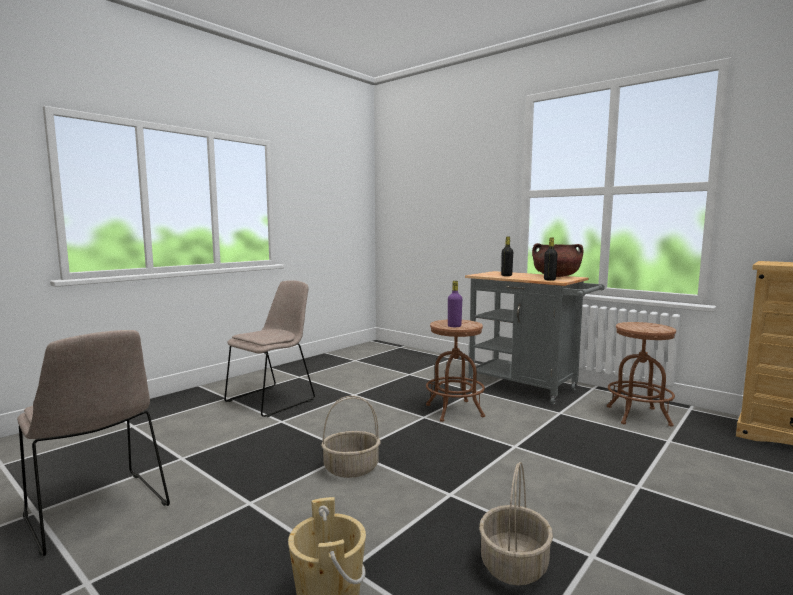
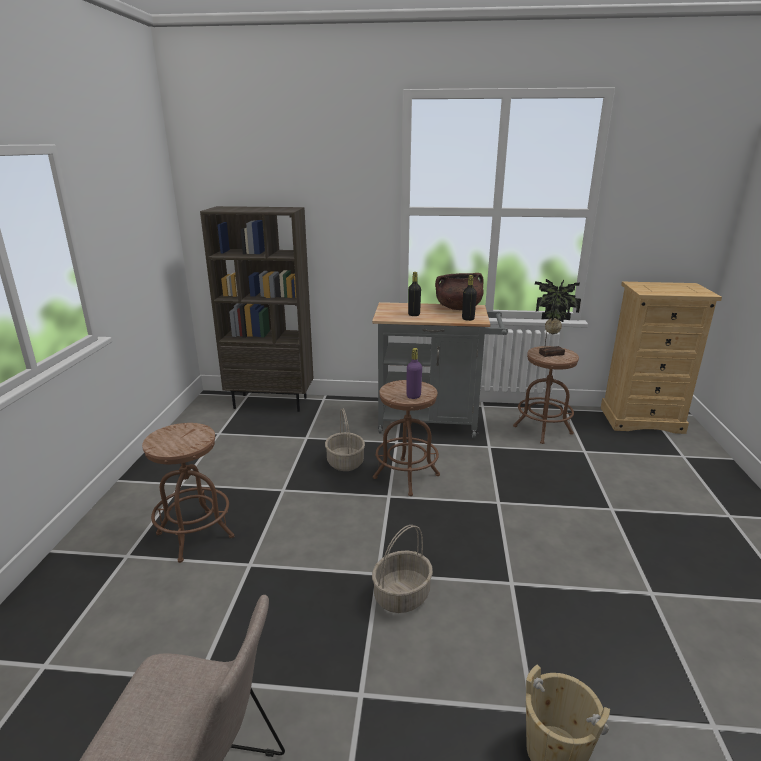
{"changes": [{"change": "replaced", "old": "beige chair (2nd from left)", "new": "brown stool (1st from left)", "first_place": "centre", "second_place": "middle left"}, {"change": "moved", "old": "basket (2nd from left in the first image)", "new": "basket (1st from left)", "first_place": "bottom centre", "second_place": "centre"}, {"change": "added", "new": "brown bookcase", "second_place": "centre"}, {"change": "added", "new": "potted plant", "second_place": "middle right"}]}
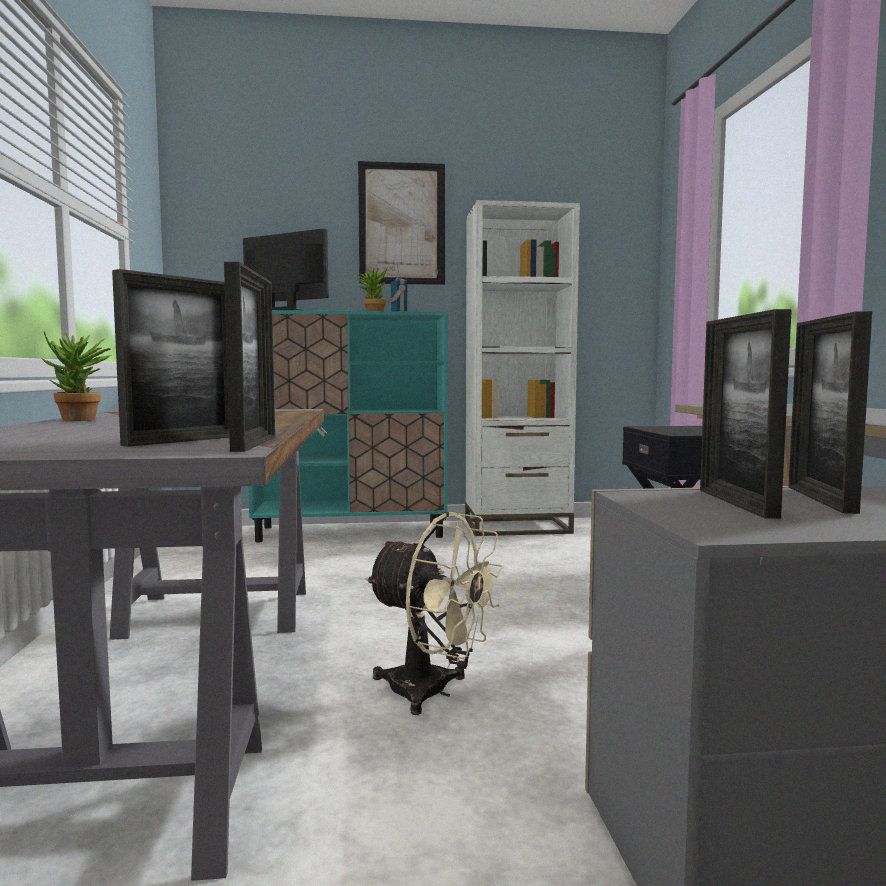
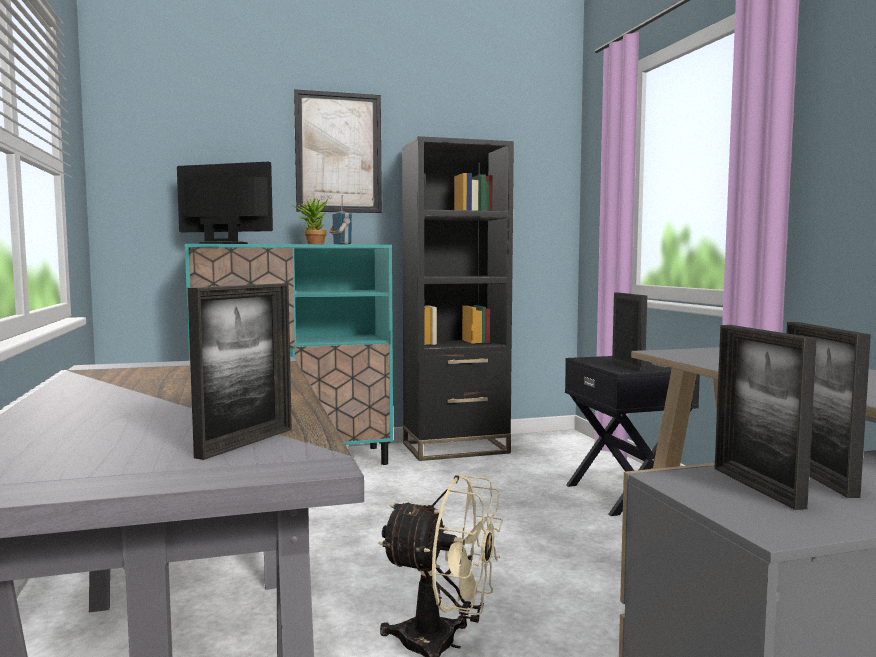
{"changes": [{"change": "recoloured", "old": "white bookcase", "new": "black bookcase", "first_place": "centre", "second_place": "centre"}, {"change": "moved", "old": "picture frame (2nd from left)", "first_place": "middle left", "second_place": "middle right"}, {"change": "removed", "old": "potted plant (1st from left)", "first_place": "middle left"}]}
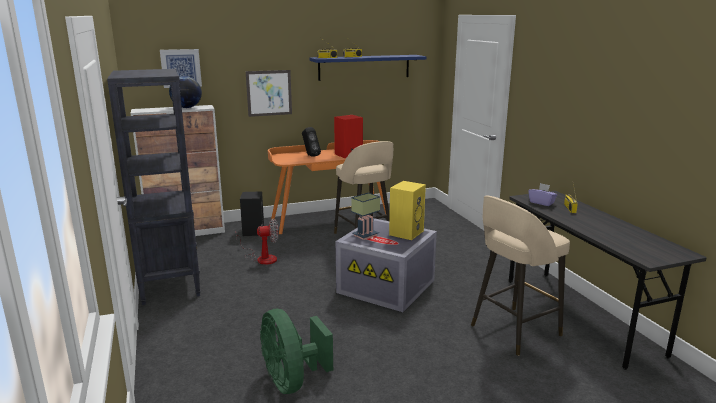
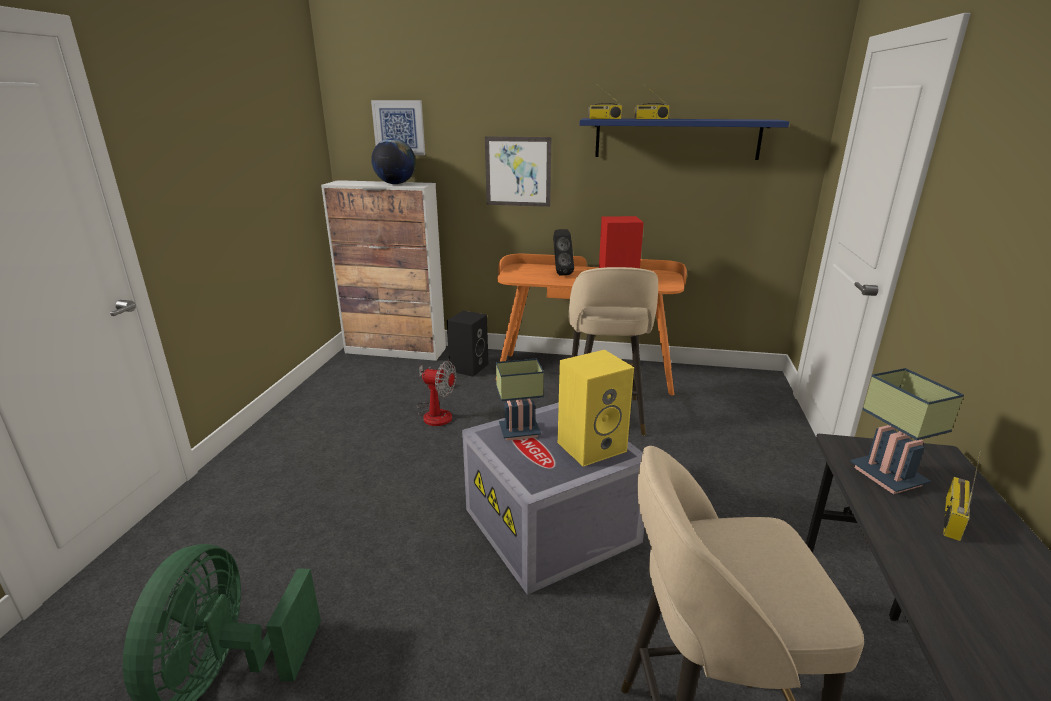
{"changes": [{"change": "removed", "old": "black bookcase", "first_place": "middle left"}, {"change": "replaced", "old": "purple tissue box", "new": "table lamp (2nd from left)", "first_place": "middle right", "second_place": "middle right"}]}
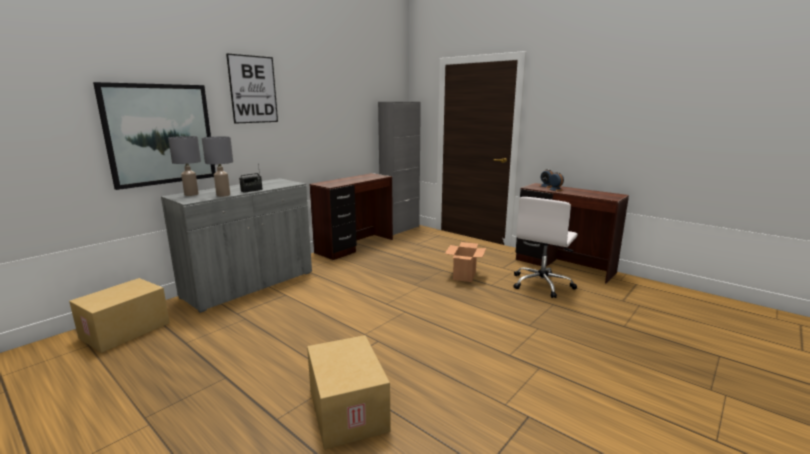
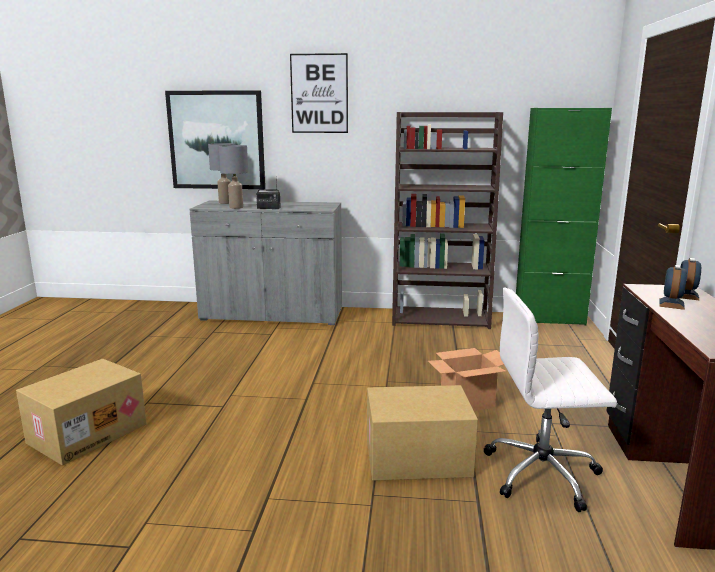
{"changes": [{"change": "recoloured", "old": "grey cabinet (2nd from left)", "new": "green cabinet", "first_place": "centre", "second_place": "middle right"}, {"change": "replaced", "old": "brown desk (1st from left)", "new": "brown bookcase", "first_place": "centre", "second_place": "centre"}, {"change": "moved", "old": "cardboard box (1st from left in the first image)", "new": "cardboard box (2nd from left)", "first_place": "bottom left", "second_place": "bottom centre"}]}
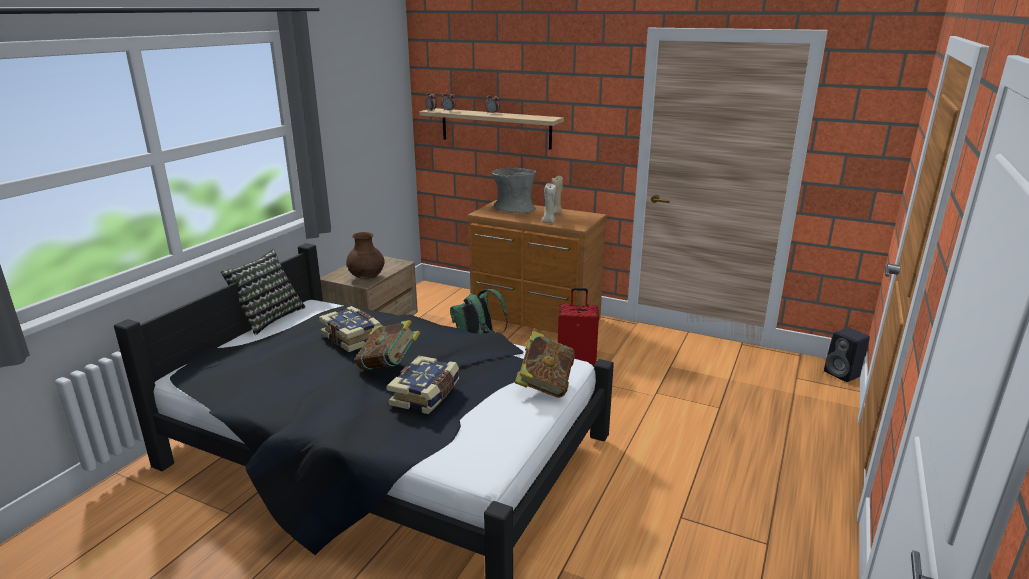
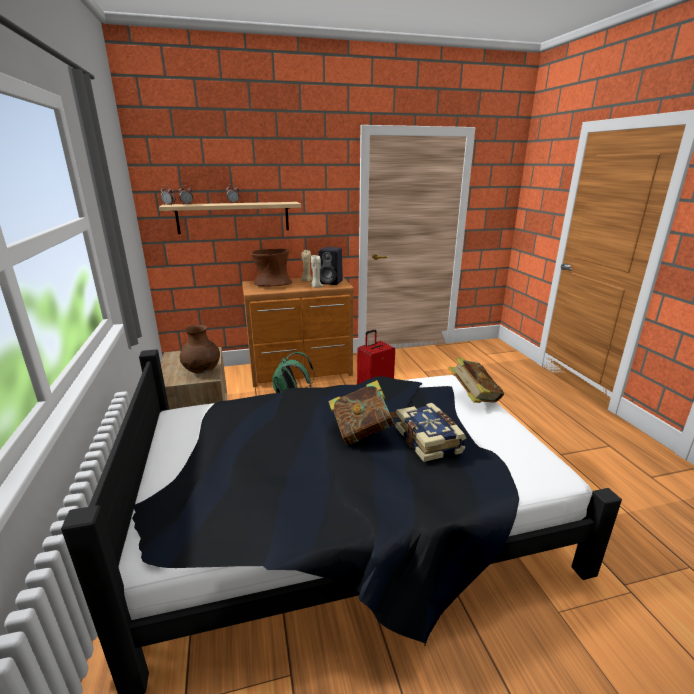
{"changes": [{"change": "recoloured", "old": "grey vase", "new": "brown vase (2nd from left)", "first_place": "top centre", "second_place": "centre"}, {"change": "removed", "old": "pillow", "first_place": "middle left"}, {"change": "removed", "old": "book (1st from left)", "first_place": "centre"}, {"change": "moved", "old": "black speaker", "first_place": "middle right", "second_place": "centre"}]}
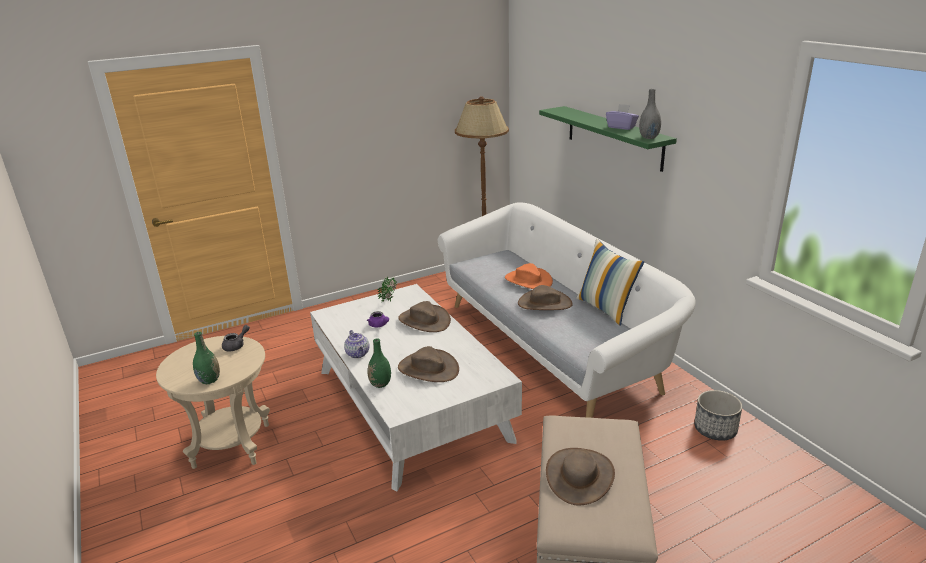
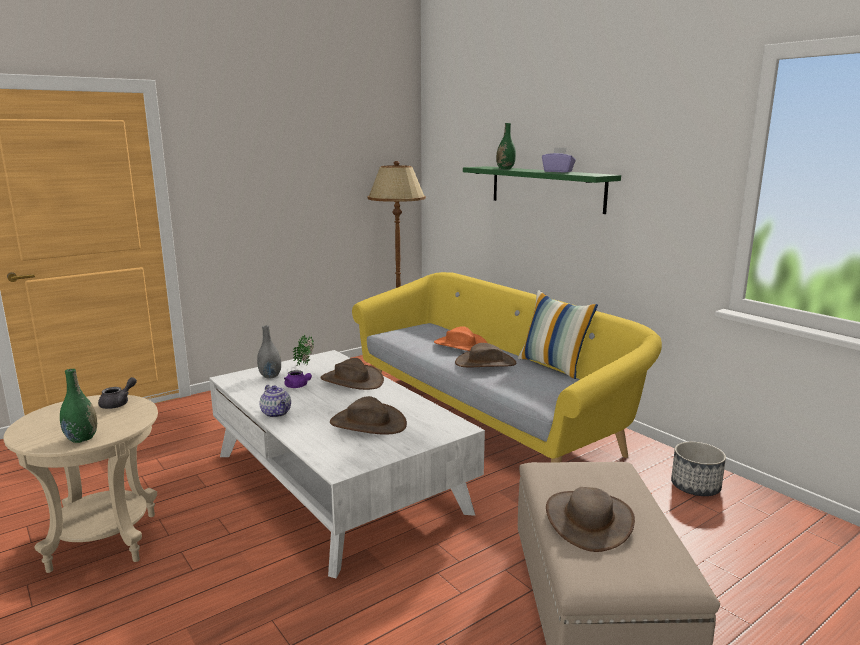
{"changes": [{"change": "moved", "old": "grey vase", "first_place": "top right", "second_place": "middle left"}, {"change": "recoloured", "old": "white sofa", "new": "yellow sofa", "first_place": "centre", "second_place": "centre"}, {"change": "moved", "old": "green vase (2nd from left)", "first_place": "centre", "second_place": "top centre"}]}
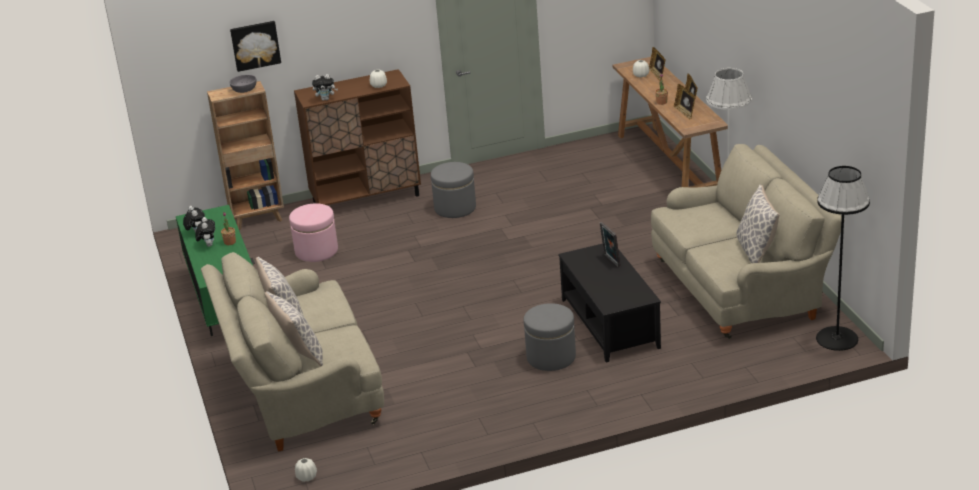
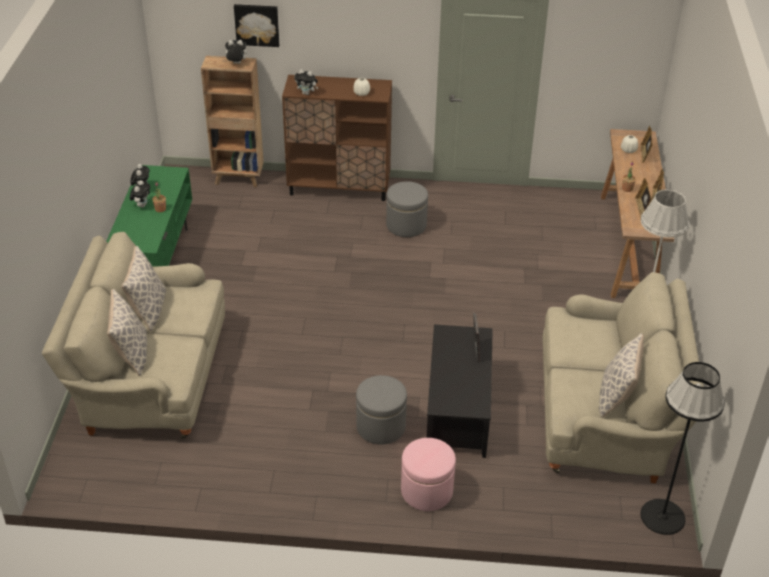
{"changes": [{"change": "replaced", "old": "grey bowl", "new": "plush toy (3rd from left)", "first_place": "top left", "second_place": "top left"}, {"change": "moved", "old": "pink ottoman", "first_place": "middle left", "second_place": "bottom centre"}, {"change": "removed", "old": "white vase (1st from left)", "first_place": "bottom left"}]}
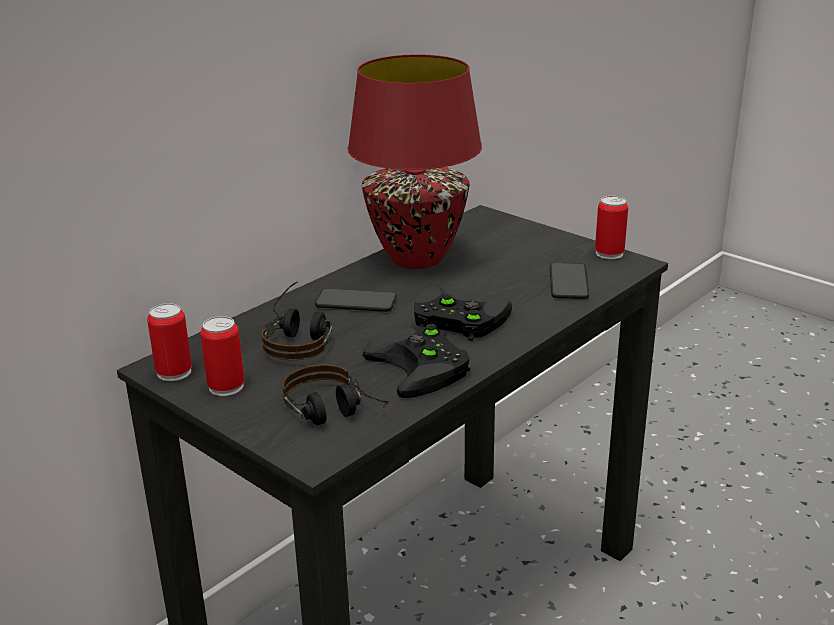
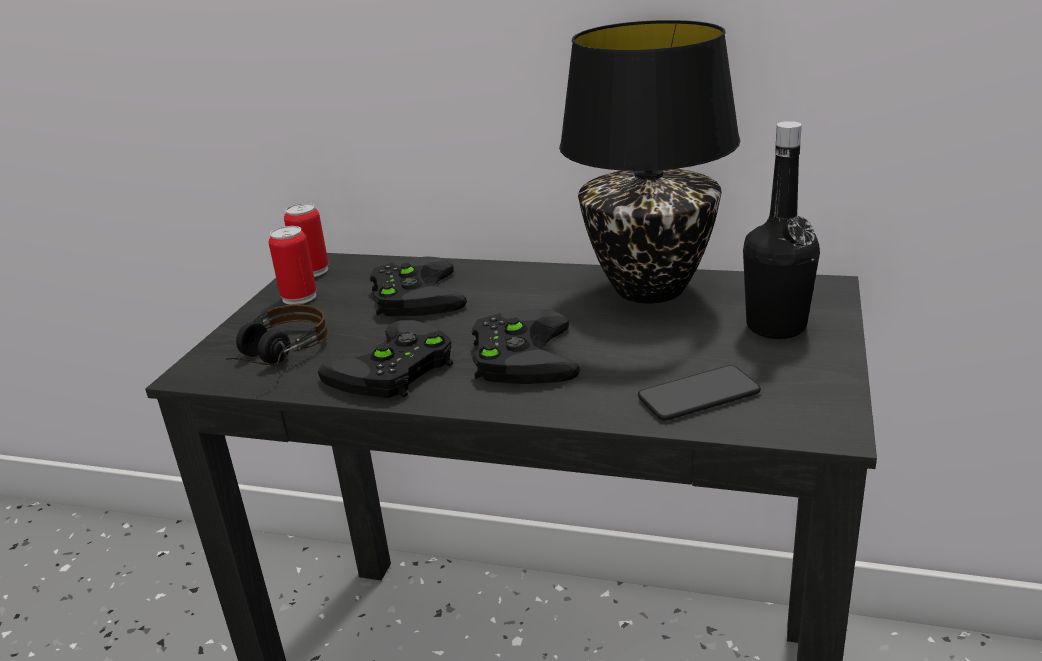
{"changes": [{"change": "recoloured", "old": "red table lamp", "new": "black table lamp", "first_place": "top centre", "second_place": "top centre"}, {"change": "removed", "old": "can (3rd from left)", "first_place": "middle right"}, {"change": "replaced", "old": "headphones (1st from left)", "new": "black game controller (2nd from left)", "first_place": "centre", "second_place": "centre"}, {"change": "removed", "old": "phone (1st from left)", "first_place": "centre"}, {"change": "added", "new": "black bottle", "second_place": "middle right"}]}
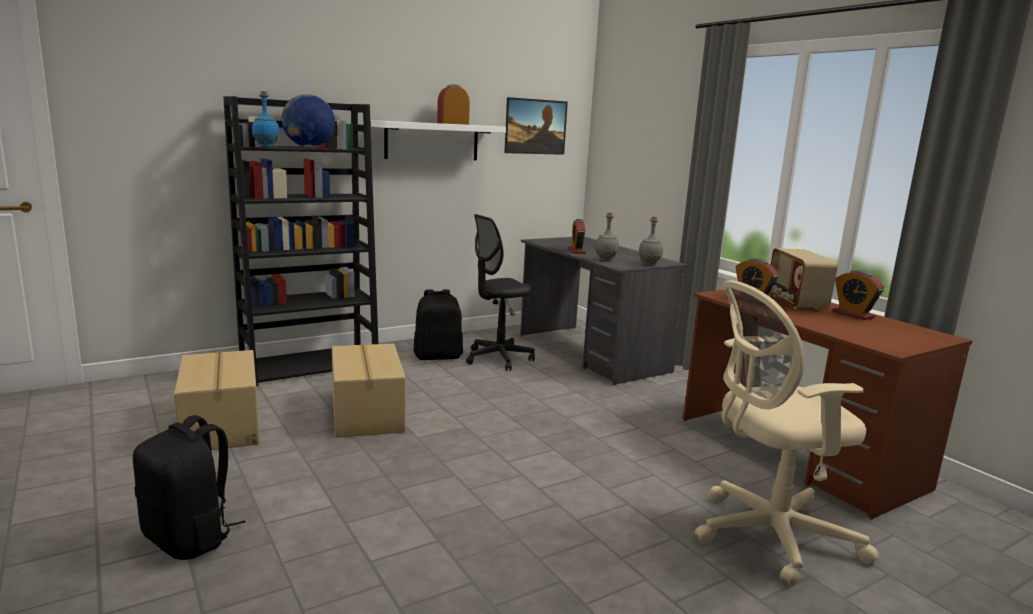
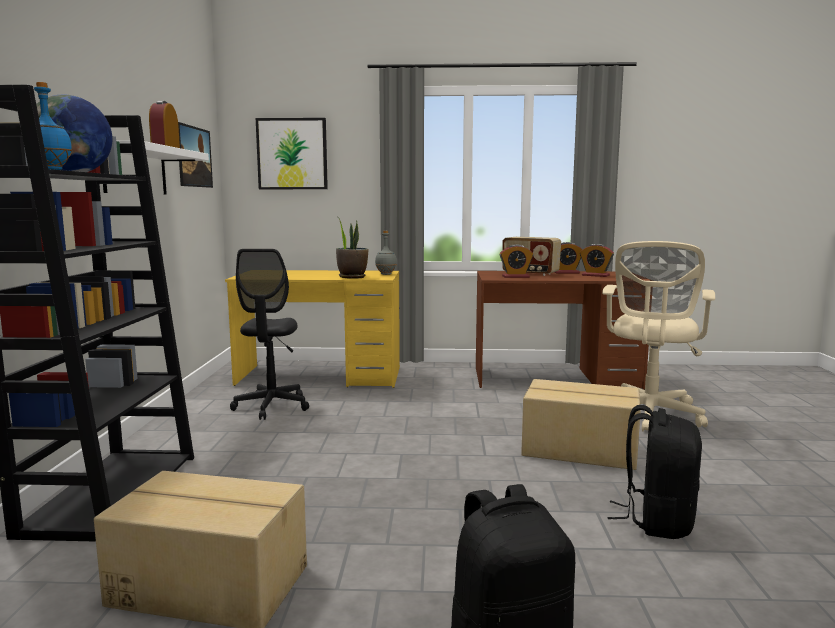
{"changes": [{"change": "replaced", "old": "grey bottle (1st from left)", "new": "potted plant", "first_place": "centre", "second_place": "centre"}, {"change": "moved", "old": "alarm clock (2nd from left in the first image)", "new": "alarm clock (4th from left)", "first_place": "centre", "second_place": "middle right"}, {"change": "recoloured", "old": "grey desk", "new": "yellow desk", "first_place": "centre", "second_place": "centre"}, {"change": "moved", "old": "black backpack (2nd from left)", "first_place": "centre", "second_place": "bottom right"}, {"change": "moved", "old": "cardboard box (2nd from left)", "first_place": "centre", "second_place": "bottom right"}, {"change": "added", "new": "picture (2nd from left)", "second_place": "top centre"}]}
